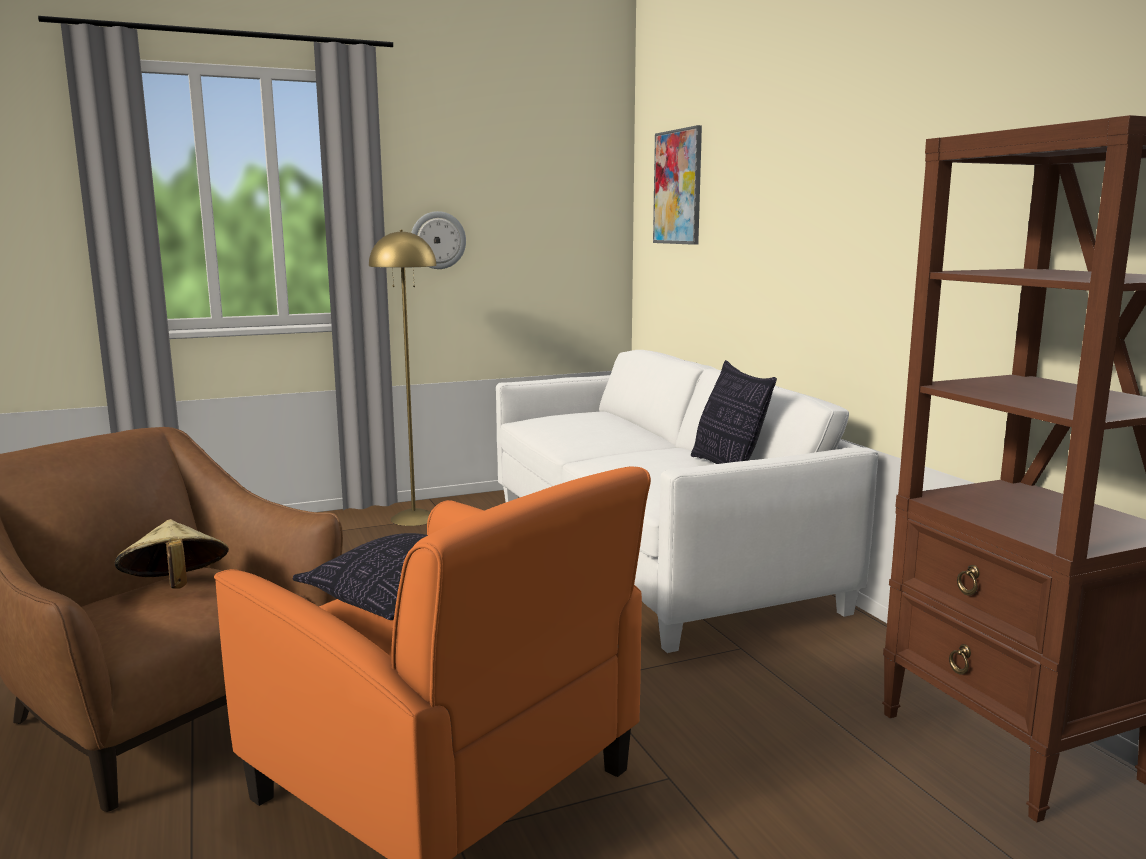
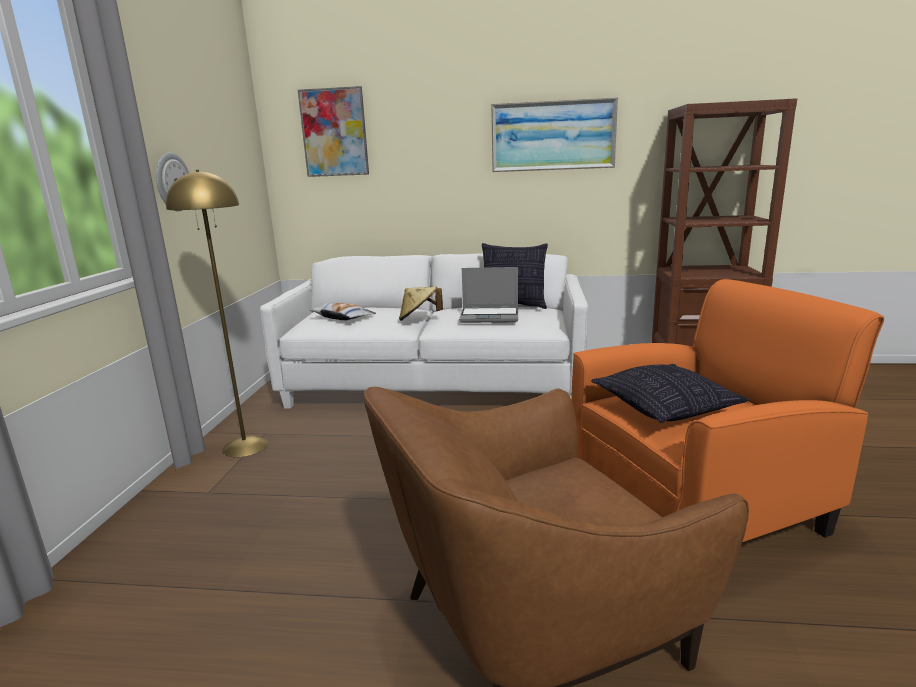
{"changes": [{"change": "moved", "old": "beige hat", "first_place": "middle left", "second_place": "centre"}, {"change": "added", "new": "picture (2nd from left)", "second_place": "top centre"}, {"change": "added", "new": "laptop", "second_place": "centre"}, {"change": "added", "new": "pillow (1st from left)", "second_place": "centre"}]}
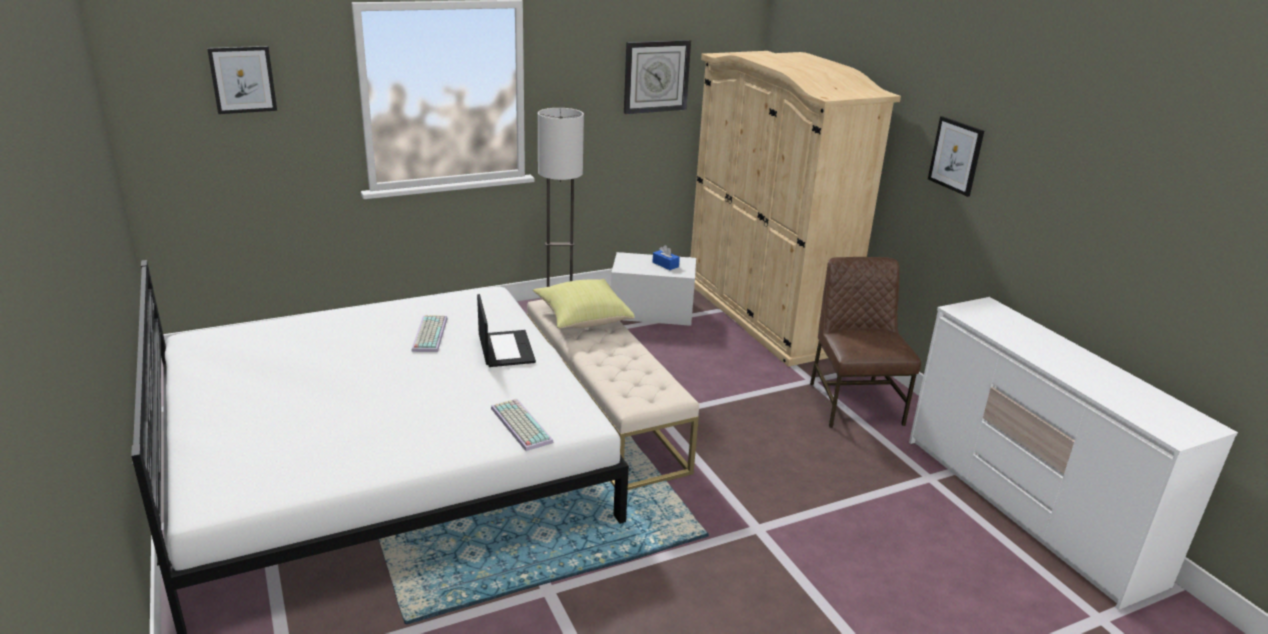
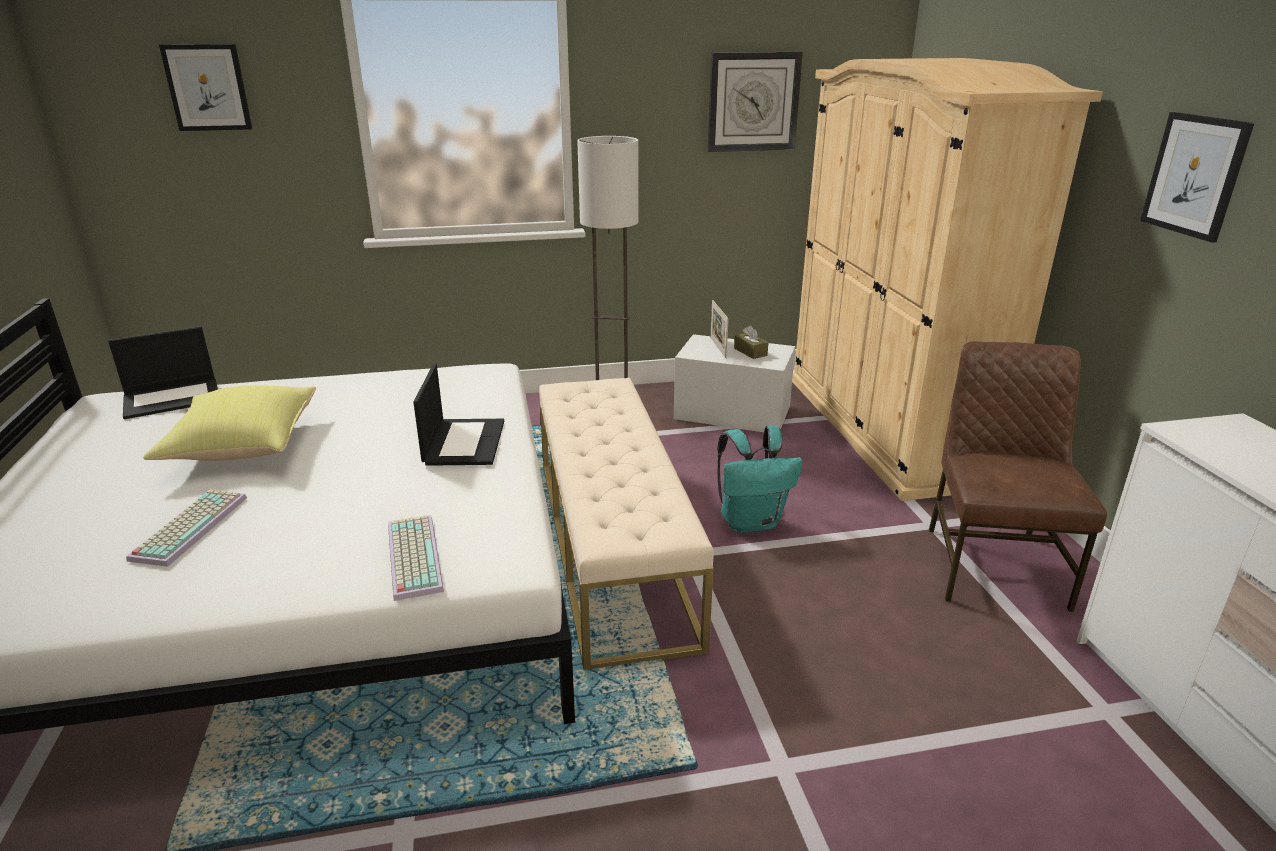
{"changes": [{"change": "recoloured", "old": "blue tissue box", "new": "brown tissue box", "first_place": "centre", "second_place": "centre"}, {"change": "moved", "old": "yellow pillow", "first_place": "centre", "second_place": "middle left"}, {"change": "moved", "old": "keyboard (1st from left)", "first_place": "centre", "second_place": "middle left"}, {"change": "added", "new": "picture frame", "second_place": "centre"}, {"change": "added", "new": "laptop (1st from left)", "second_place": "middle left"}, {"change": "added", "new": "turquoise backpack", "second_place": "centre"}]}
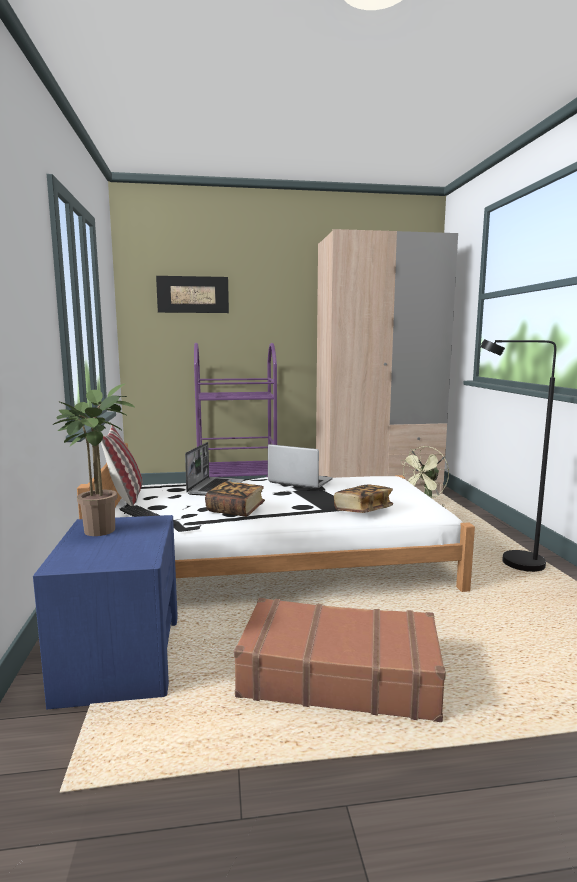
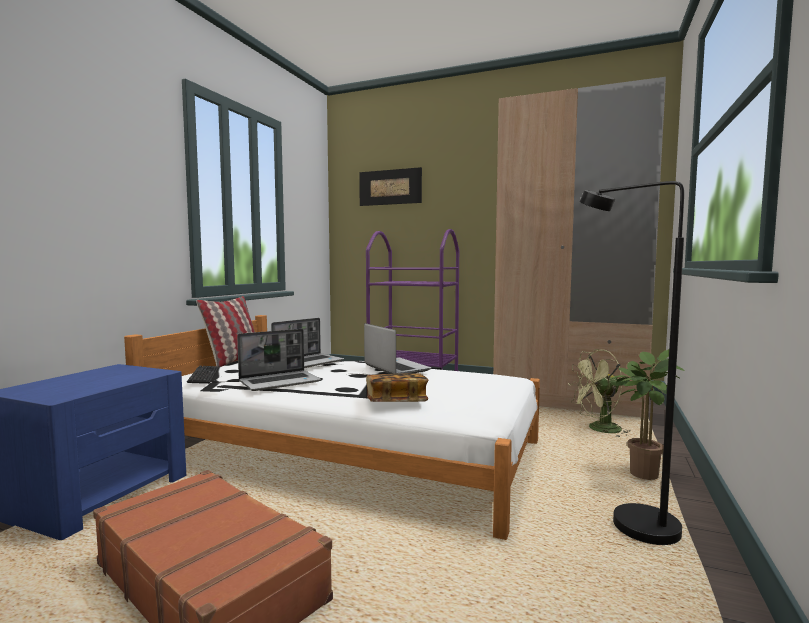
{"changes": [{"change": "moved", "old": "potted plant", "first_place": "middle left", "second_place": "middle right"}, {"change": "replaced", "old": "book (1st from left)", "new": "laptop (1st from left)", "first_place": "centre", "second_place": "centre"}]}
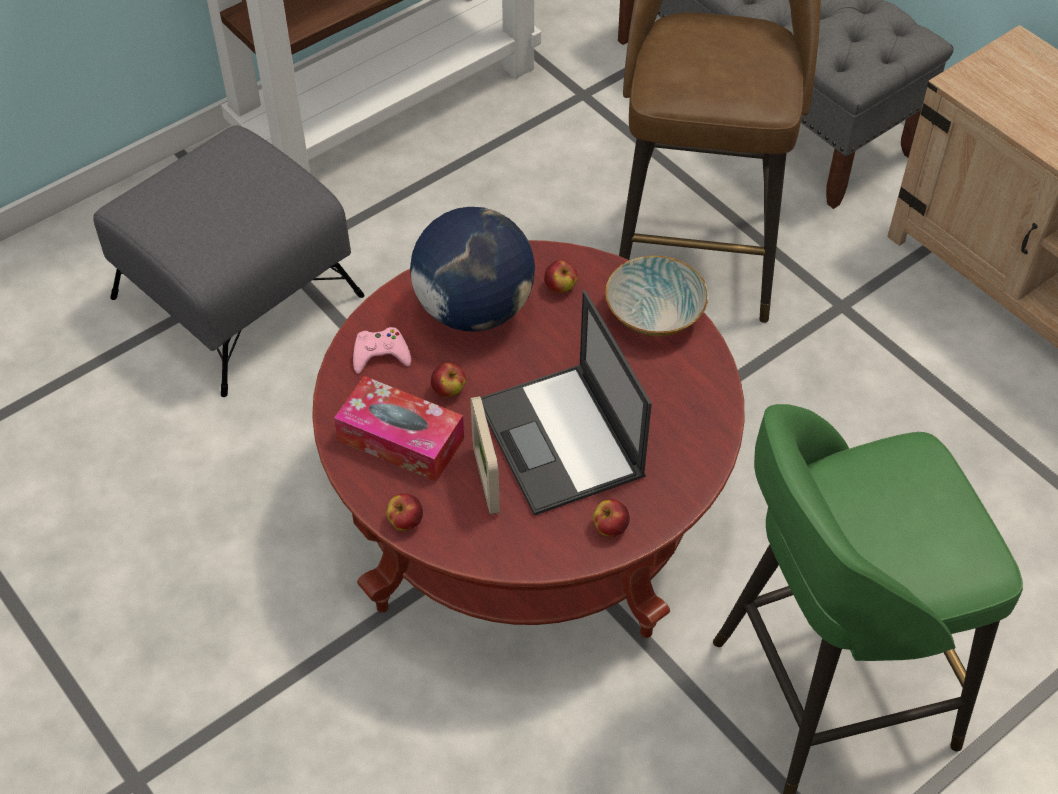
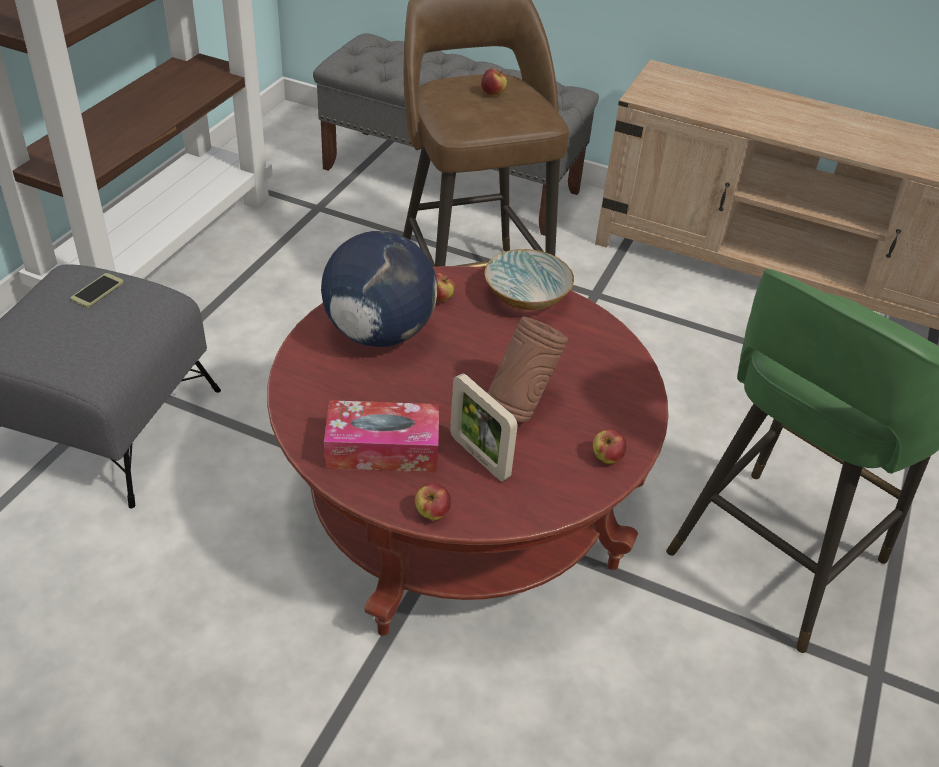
{"changes": [{"change": "replaced", "old": "laptop", "new": "brown vase", "first_place": "centre", "second_place": "centre"}, {"change": "removed", "old": "pink game controller", "first_place": "centre"}, {"change": "moved", "old": "apple (2nd from left in the first image)", "new": "apple (3rd from left)", "first_place": "centre", "second_place": "top centre"}, {"change": "added", "new": "phone", "second_place": "middle left"}]}
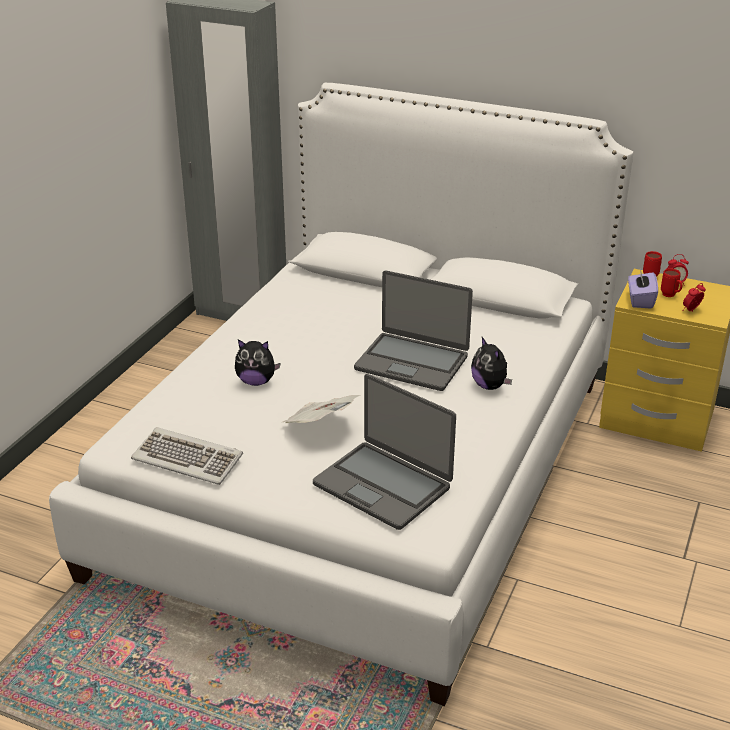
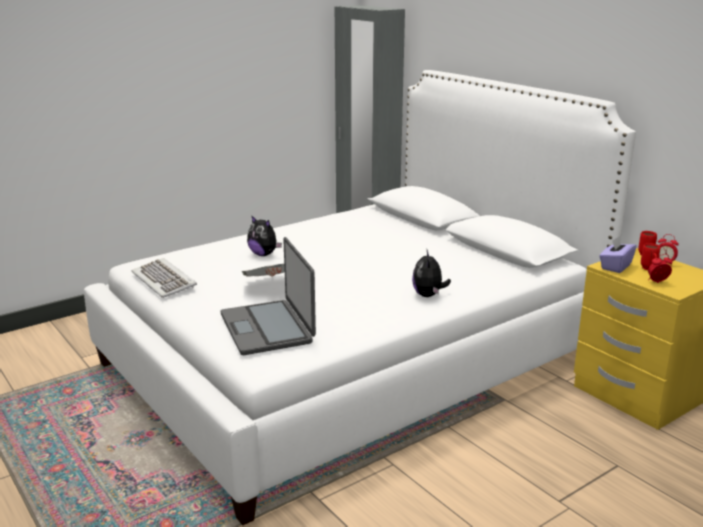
{"changes": [{"change": "removed", "old": "laptop (2nd from left)", "first_place": "centre"}]}
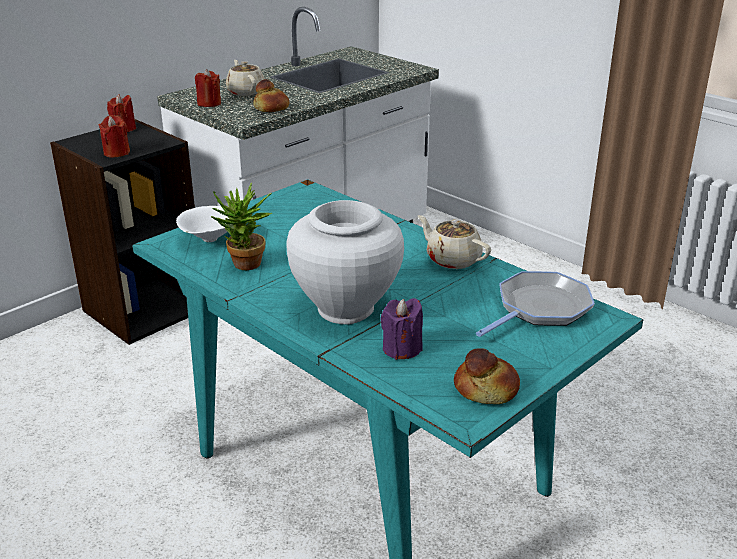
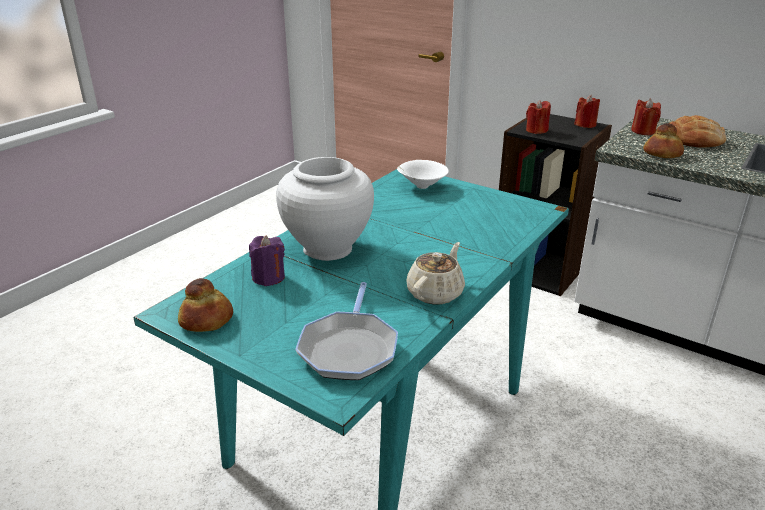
{"changes": [{"change": "replaced", "old": "beige teapot (1st from left)", "new": "bread (3rd from left)", "first_place": "top left", "second_place": "top right"}, {"change": "removed", "old": "potted plant", "first_place": "middle left"}, {"change": "turned", "old": "frying pan", "first_place": "middle right", "second_place": "centre", "degrees": 60}]}
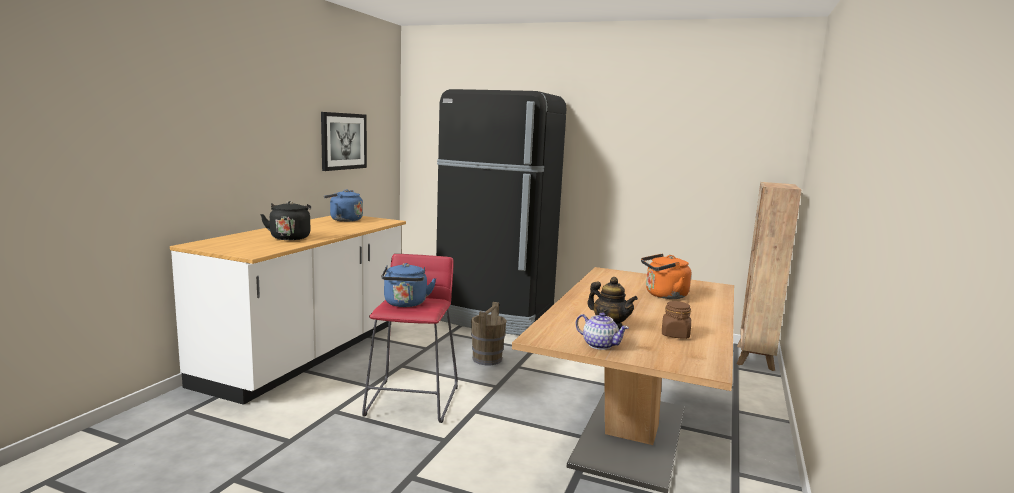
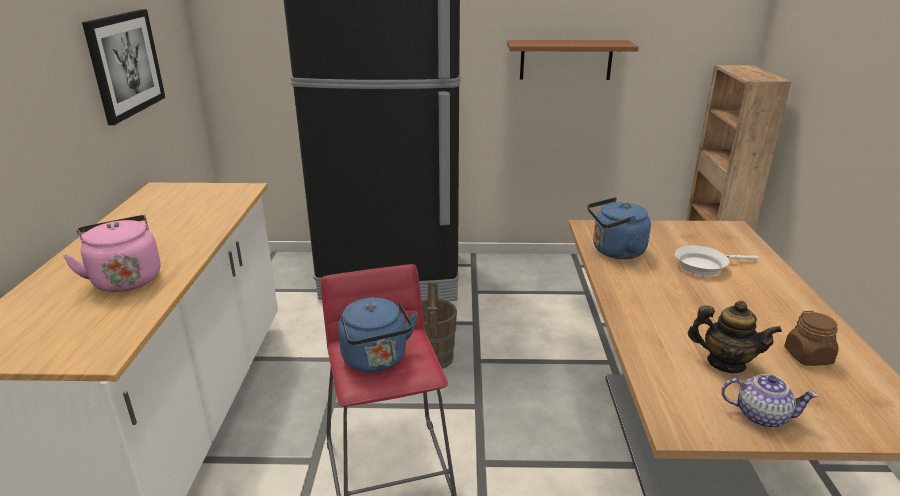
{"changes": [{"change": "moved", "old": "blue kettle (1st from left in the first image)", "new": "blue kettle (2nd from left)", "first_place": "centre", "second_place": "middle right"}, {"change": "recoloured", "old": "black kettle", "new": "pink kettle", "first_place": "middle left", "second_place": "middle left"}, {"change": "replaced", "old": "orange kettle", "new": "white frying pan", "first_place": "centre", "second_place": "middle right"}, {"change": "added", "new": "brown shelf", "second_place": "top centre"}]}
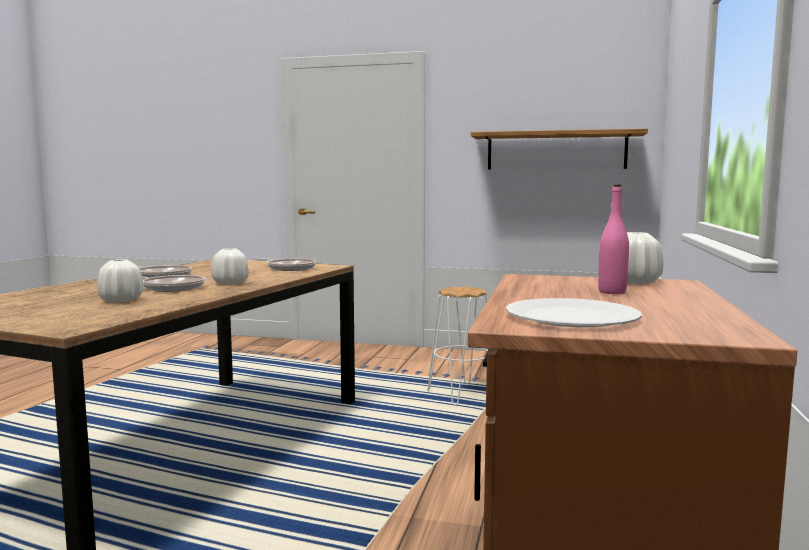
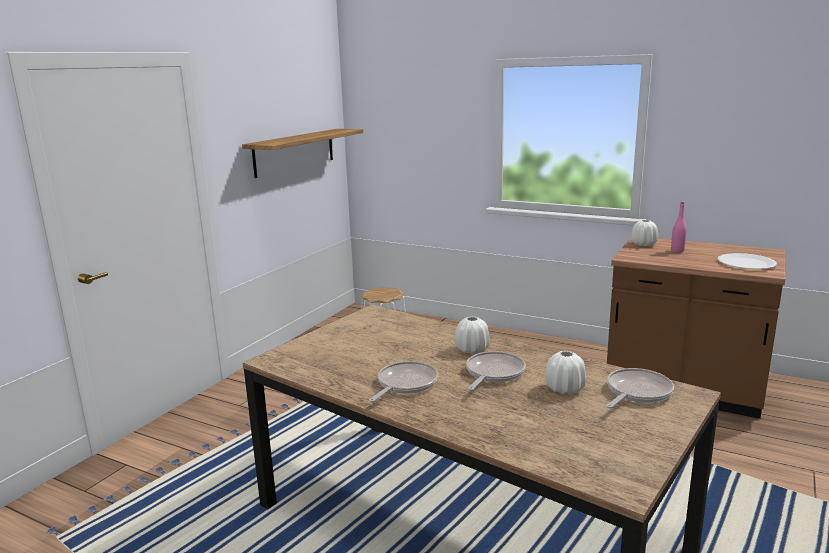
{"changes": [{"change": "moved", "old": "frying pan (3rd from left)", "first_place": "centre", "second_place": "bottom right"}]}
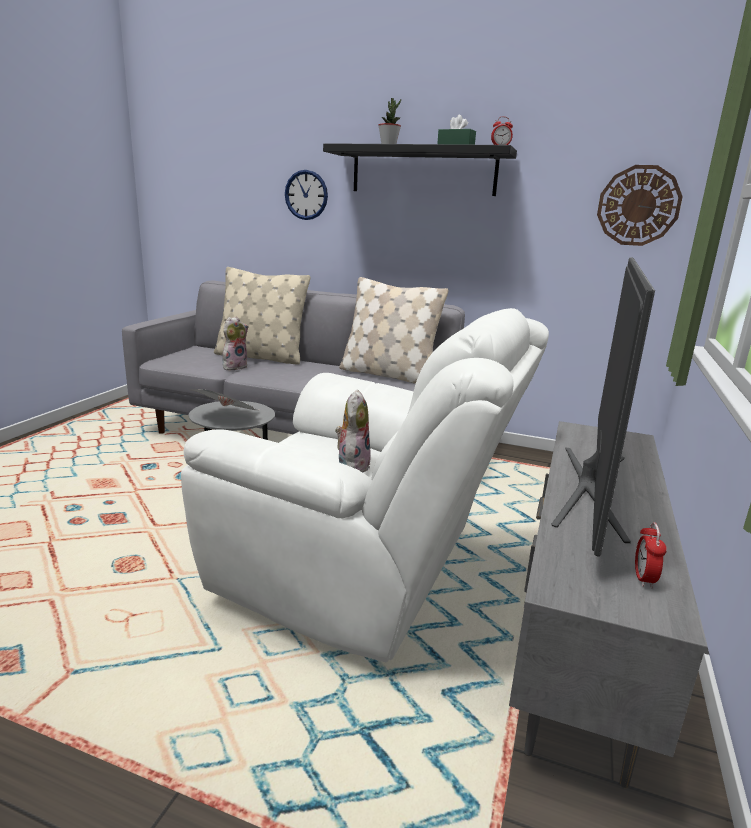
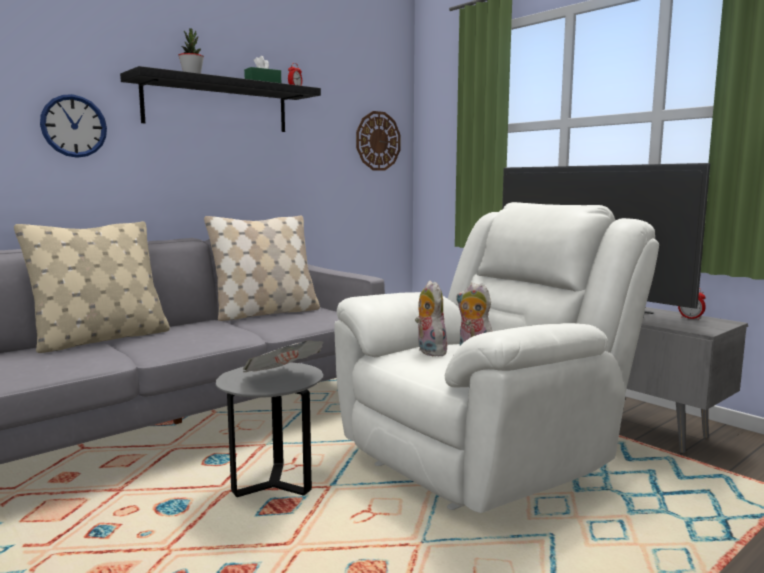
{"changes": [{"change": "moved", "old": "plush toy (1st from left)", "first_place": "middle left", "second_place": "centre"}]}
